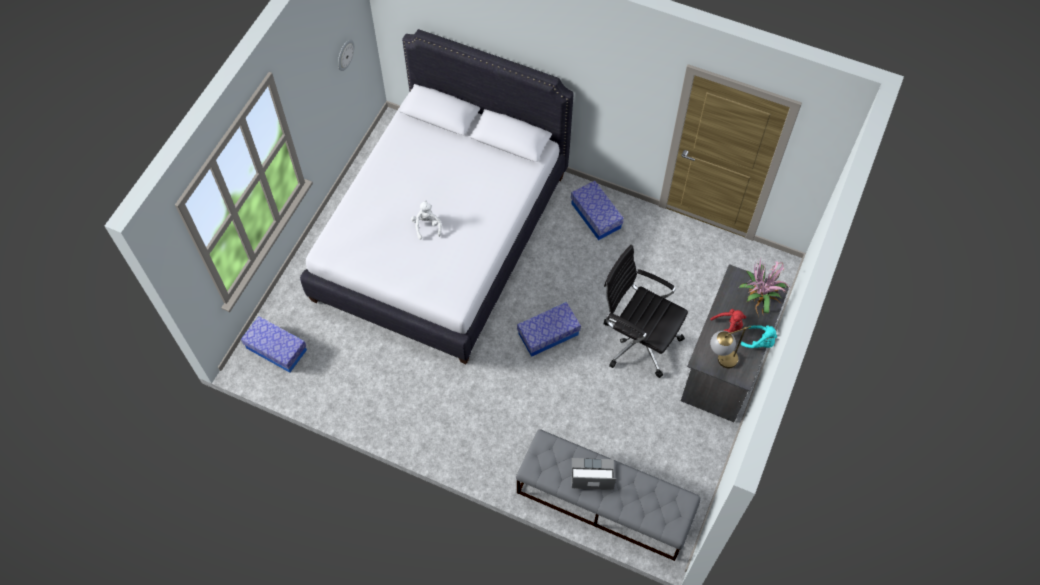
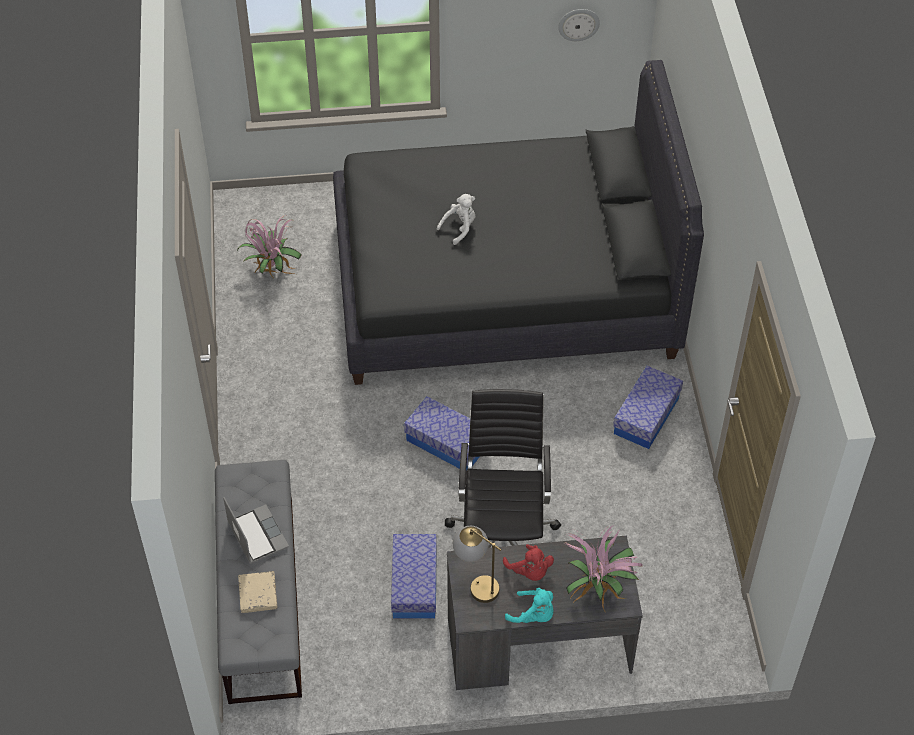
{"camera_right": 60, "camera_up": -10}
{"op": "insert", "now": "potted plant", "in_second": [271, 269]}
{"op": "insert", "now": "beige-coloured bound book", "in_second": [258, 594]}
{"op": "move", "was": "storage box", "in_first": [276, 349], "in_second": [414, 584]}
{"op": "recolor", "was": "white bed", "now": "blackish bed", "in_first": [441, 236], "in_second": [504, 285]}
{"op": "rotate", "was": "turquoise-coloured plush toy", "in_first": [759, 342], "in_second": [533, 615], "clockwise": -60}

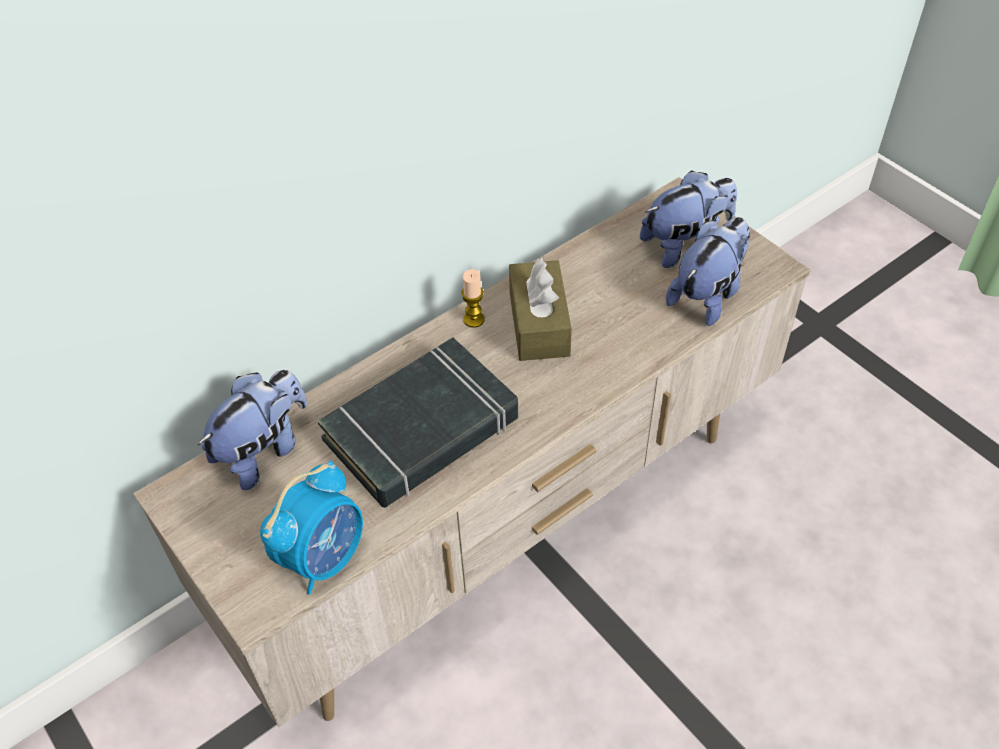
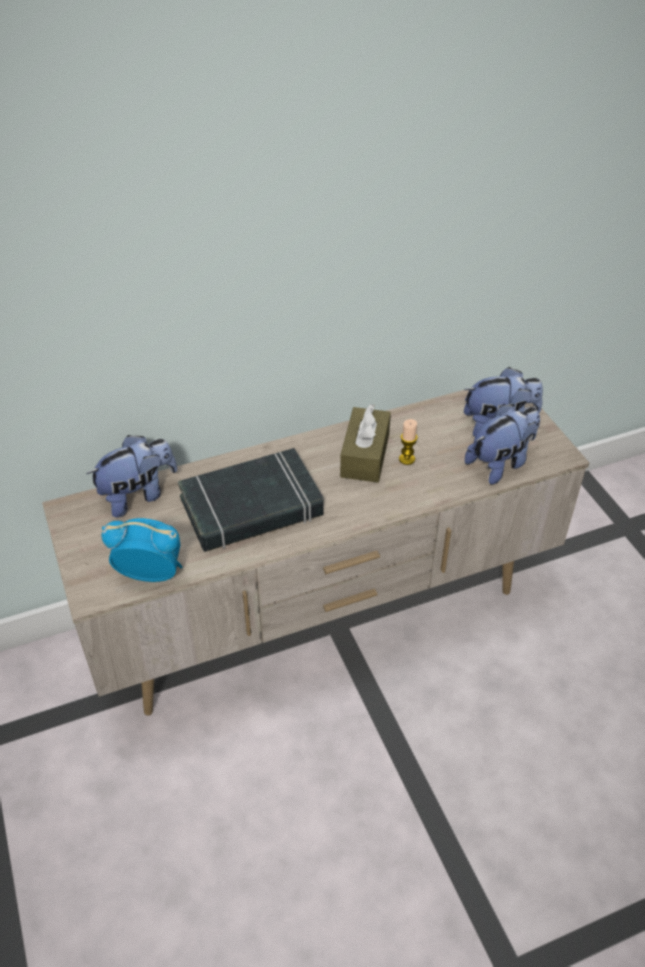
{"camera_right": 15, "camera_up": -5}
{"op": "move", "was": "candle", "in_first": [474, 319], "in_second": [407, 459]}
{"op": "rotate", "was": "bedside clock", "in_first": [324, 557], "in_second": [150, 573], "clockwise": -135}

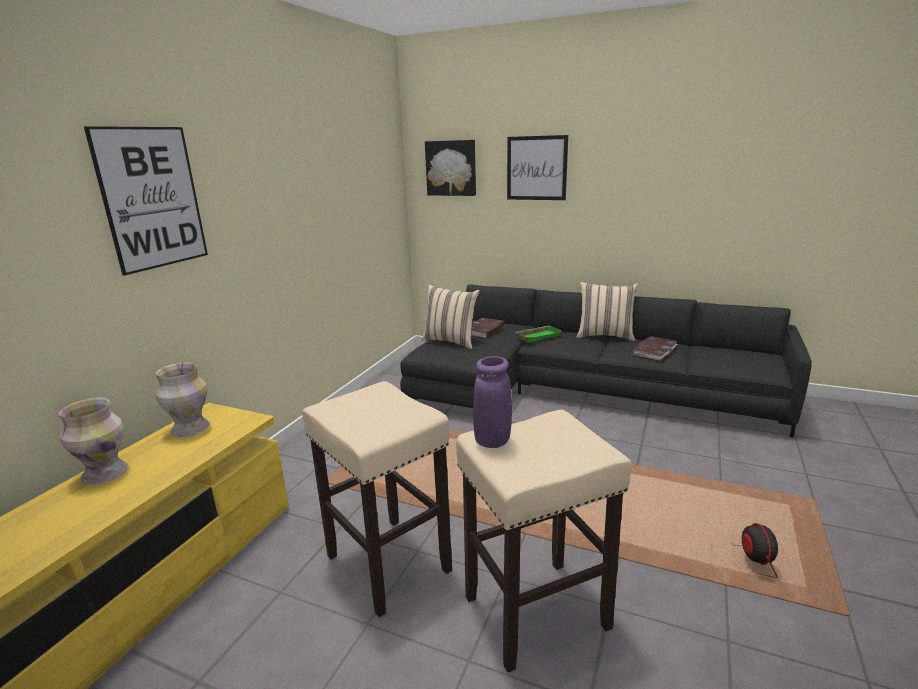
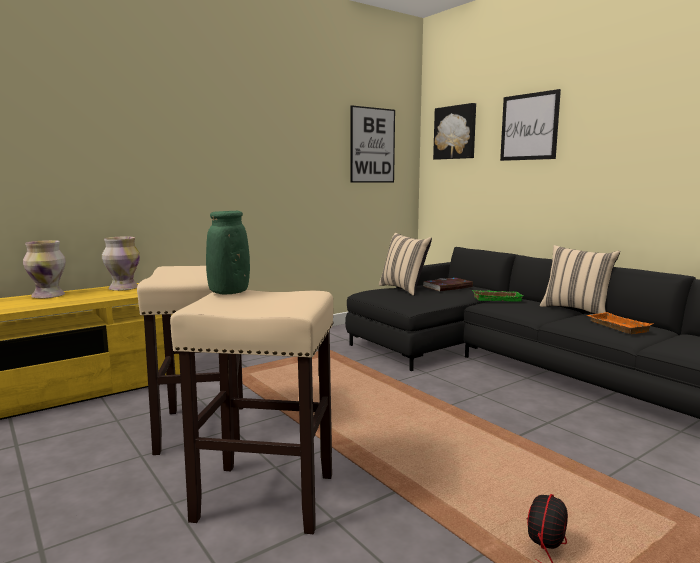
{"camera_right": 30, "camera_up": -10}
{"op": "move", "was": "wall picture", "in_first": [152, 198], "in_second": [372, 145]}
{"op": "replace", "was": "bound book", "now": "orange carrying tray", "in_first": [654, 350], "in_second": [616, 326]}
{"op": "recolor", "was": "purplish flower vase", "now": "greenish flower vase", "in_first": [492, 440], "in_second": [229, 292]}

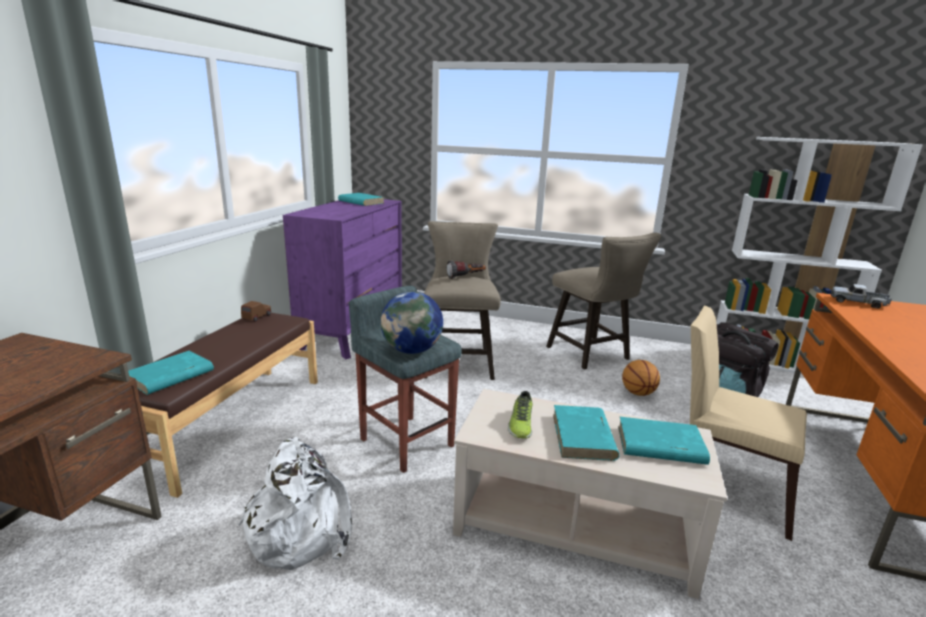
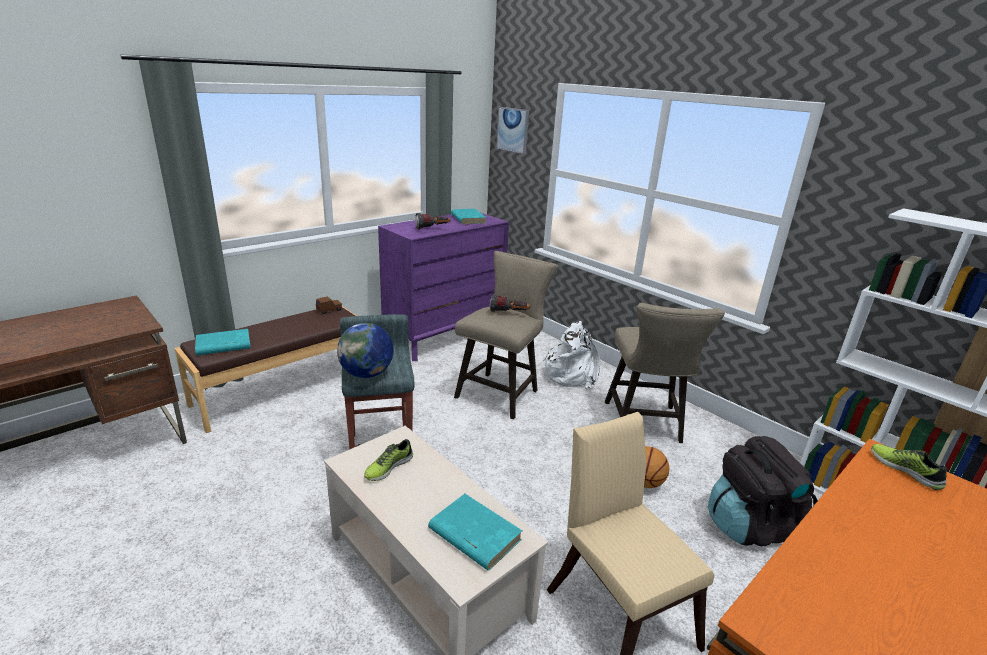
{"camera_right": 30, "camera_up": 5}
{"op": "delete", "was": "turquoise-coloured bound book", "in_first": [583, 436]}
{"op": "insert", "now": "torch", "in_second": [432, 228]}
{"op": "insert", "now": "wall picture", "in_second": [513, 130]}
{"op": "move", "was": "white knapsack", "in_first": [301, 530], "in_second": [572, 374]}
{"op": "replace", "was": "toy lorry", "now": "shoe", "in_first": [858, 303], "in_second": [905, 470]}

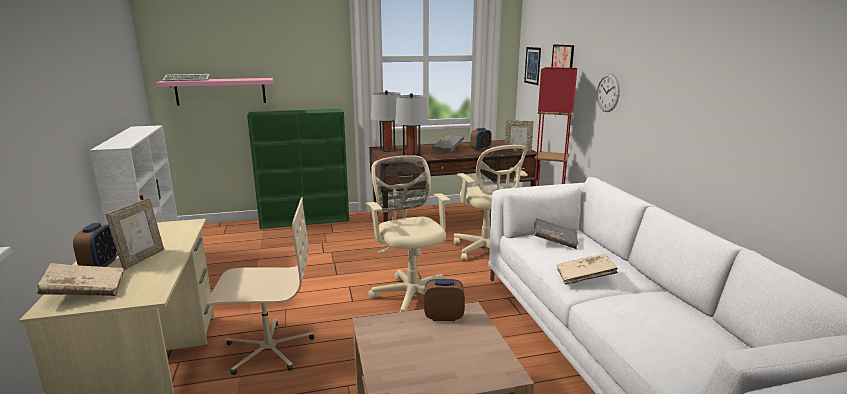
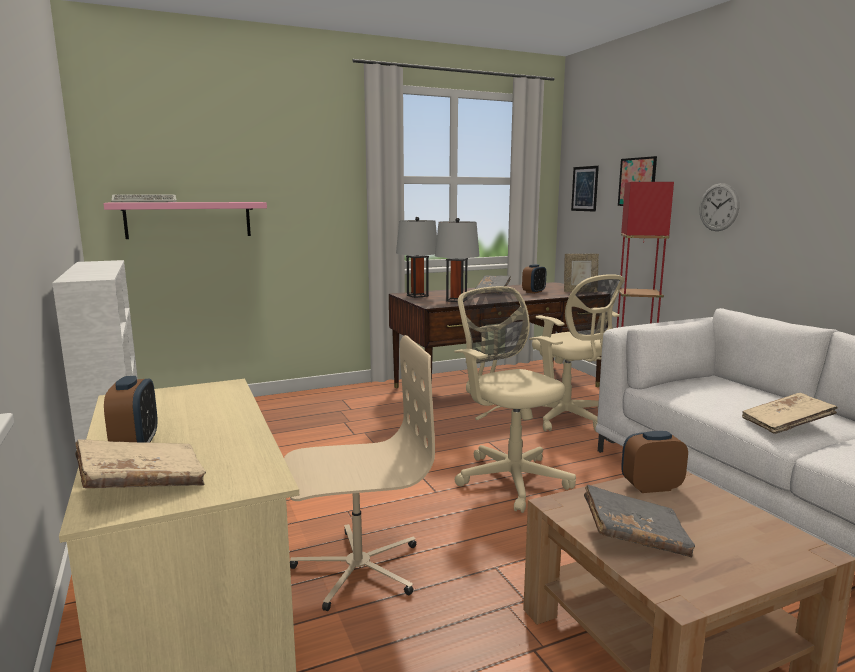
{"camera_right": -10, "camera_up": -5}
{"op": "delete", "was": "picture frame", "in_first": [141, 259]}
{"op": "delete", "was": "greenish bookcase", "in_first": [306, 220]}
{"op": "move", "was": "greyish bound book", "in_first": [554, 241], "in_second": [635, 536]}

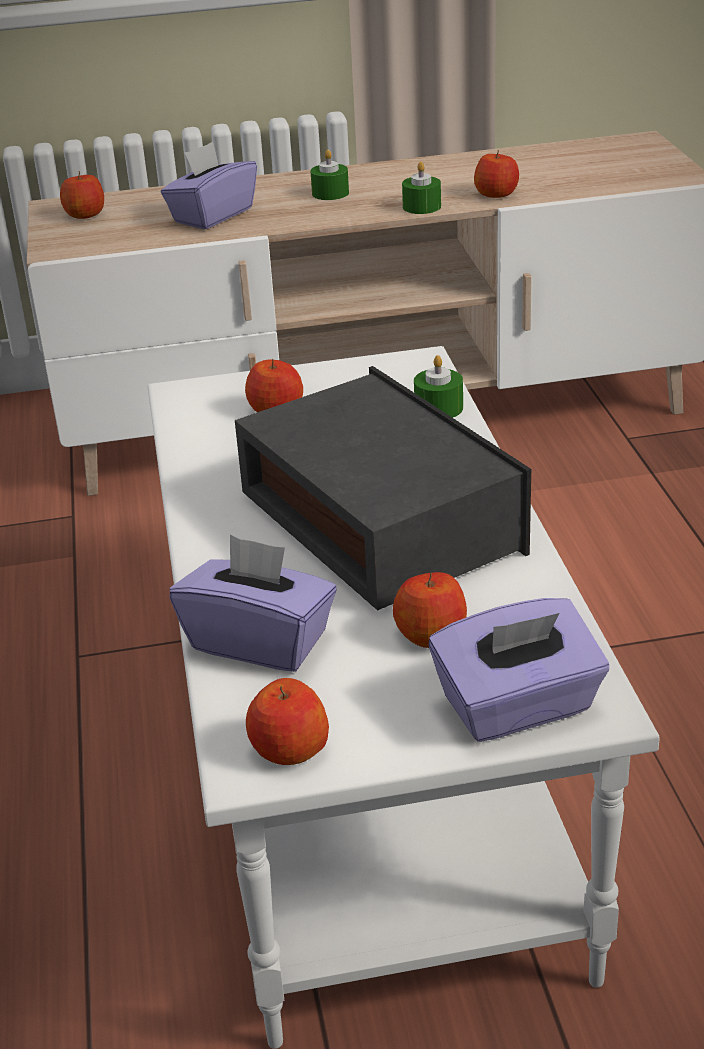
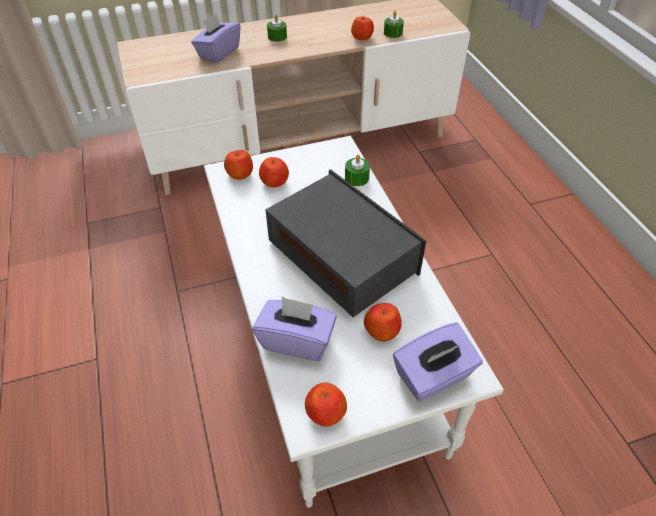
{"camera_right": -10, "camera_up": 15}
{"op": "move", "was": "apple", "in_first": [85, 215], "in_second": [240, 174]}
{"op": "move", "was": "greenish candle", "in_first": [422, 207], "in_second": [393, 33]}

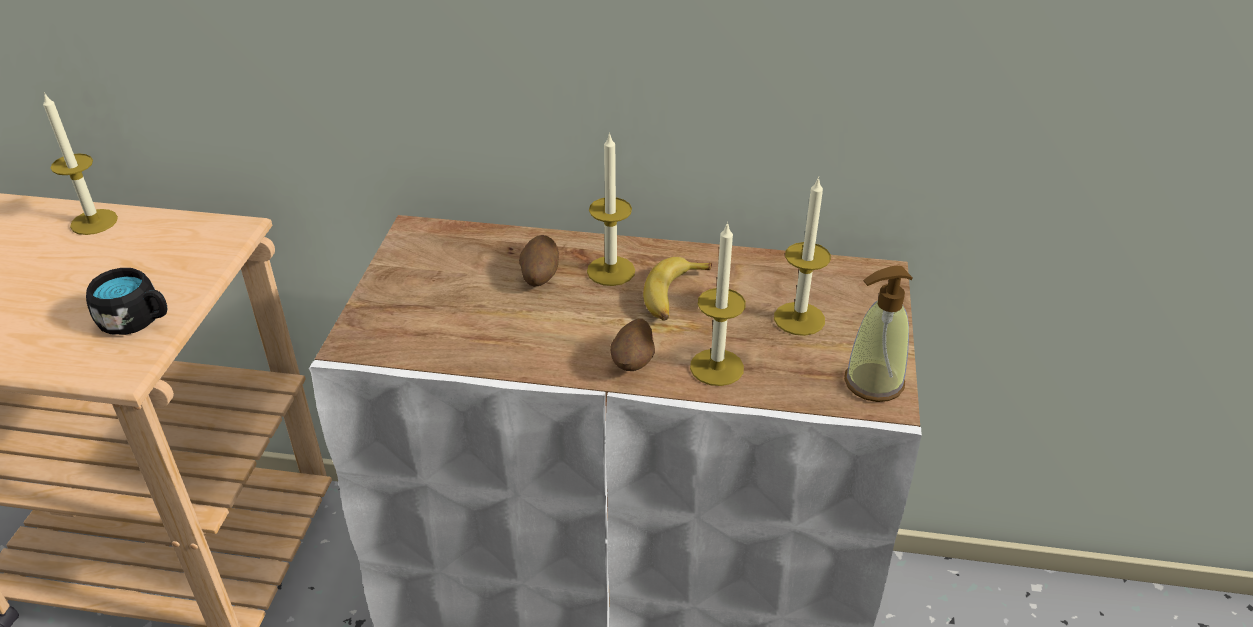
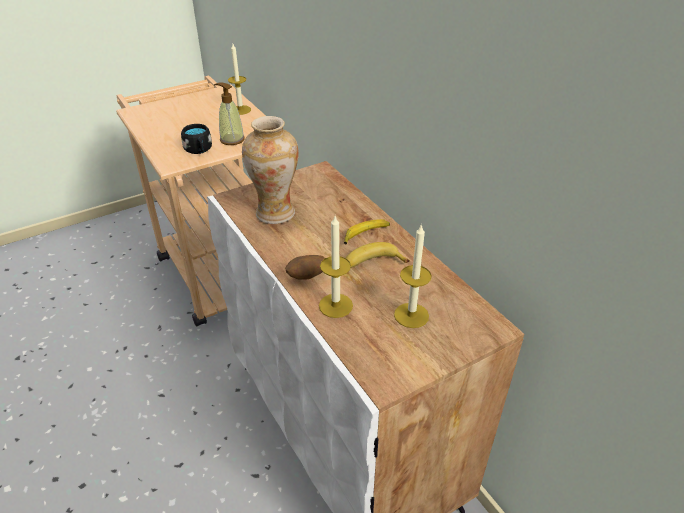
{"camera_right": 50, "camera_up": 0}
{"op": "delete", "was": "spud", "in_first": [539, 276]}
{"op": "insert", "now": "flower vase", "in_second": [275, 213]}
{"op": "move", "was": "liquid soap bottle", "in_first": [873, 382], "in_second": [232, 140]}
{"op": "replace", "was": "candle", "now": "banana fruit", "in_first": [611, 271], "in_second": [365, 234]}

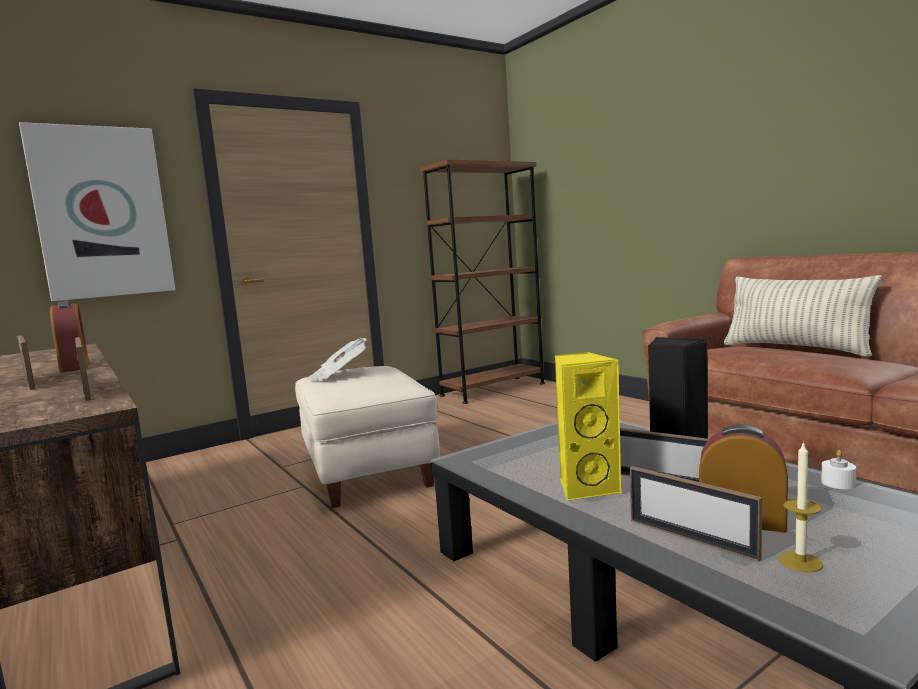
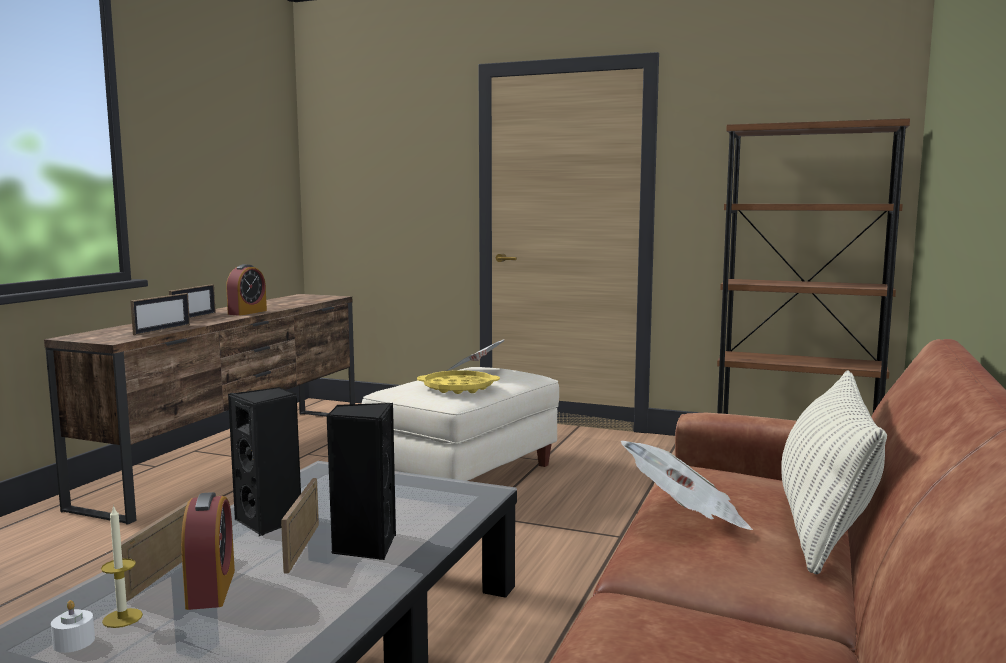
{"camera_right": 55, "camera_up": 0}
{"op": "delete", "was": "wall picture", "in_first": [102, 213]}
{"op": "insert", "now": "yellow-coloured carrying tray", "in_second": [458, 388]}
{"op": "insert", "now": "newspaper", "in_second": [685, 517]}
{"op": "move", "was": "white candle", "in_first": [838, 483], "in_second": [74, 642]}
{"op": "recolor", "was": "yellow-coloured loudspeaker", "now": "blackish loudspeaker", "in_first": [586, 487], "in_second": [270, 521]}

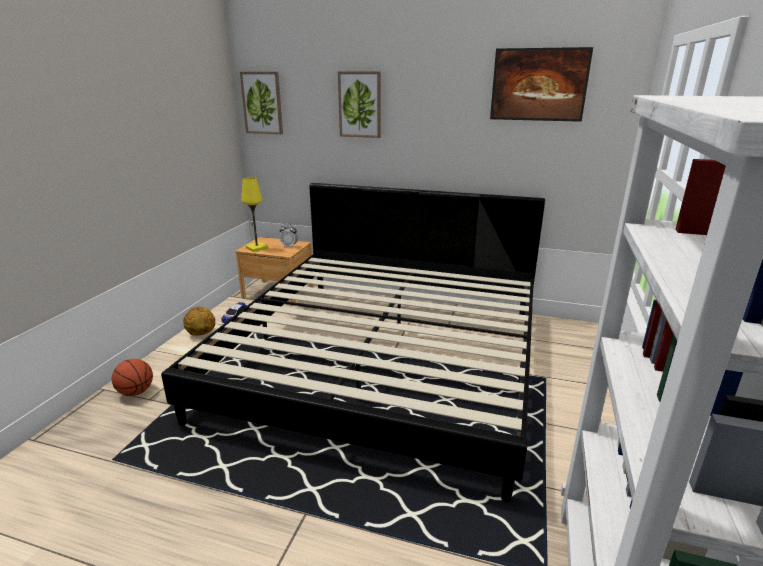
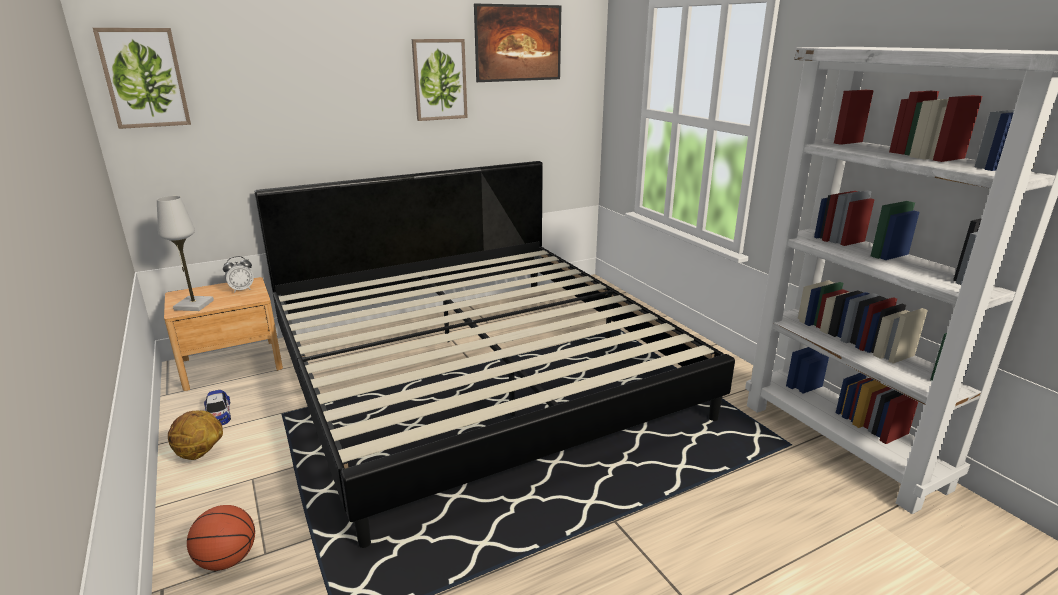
{"camera_right": -45, "camera_up": 0}
{"op": "move", "was": "wall picture", "in_first": [360, 104], "in_second": [439, 80]}
{"op": "recolor", "was": "yellow-coloured tabletop lamp", "now": "white tabletop lamp", "in_first": [257, 248], "in_second": [194, 305]}

